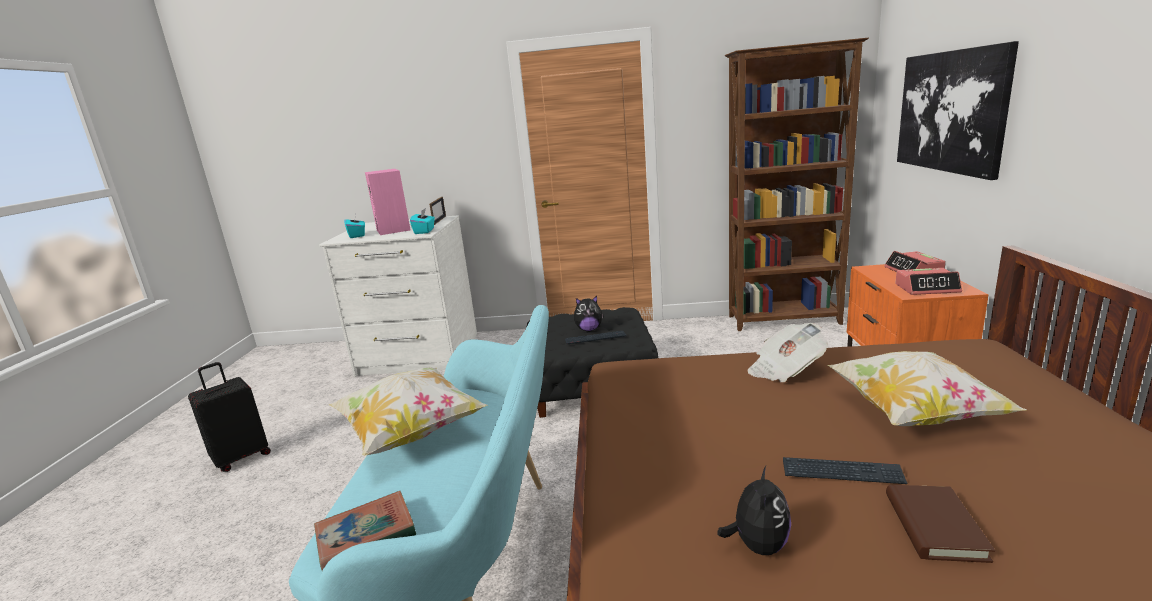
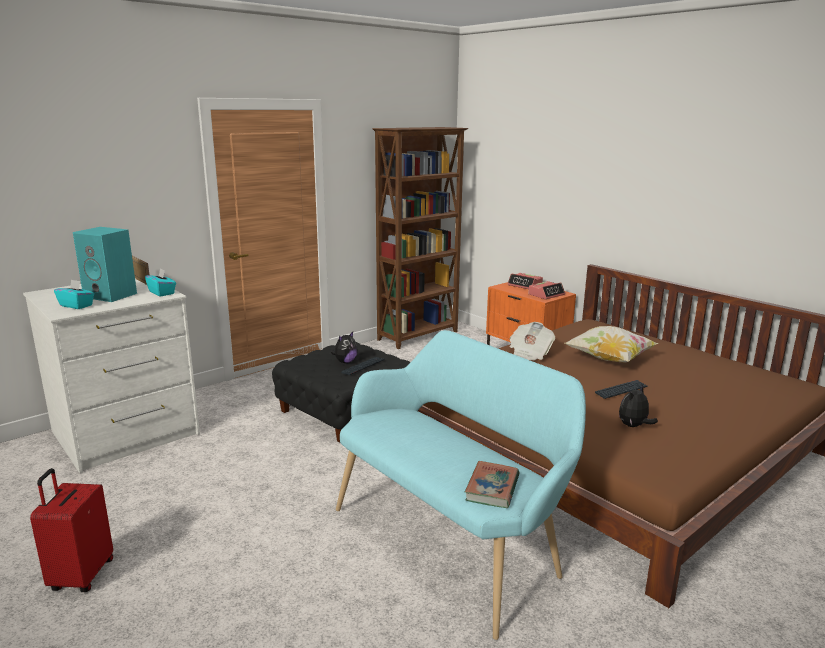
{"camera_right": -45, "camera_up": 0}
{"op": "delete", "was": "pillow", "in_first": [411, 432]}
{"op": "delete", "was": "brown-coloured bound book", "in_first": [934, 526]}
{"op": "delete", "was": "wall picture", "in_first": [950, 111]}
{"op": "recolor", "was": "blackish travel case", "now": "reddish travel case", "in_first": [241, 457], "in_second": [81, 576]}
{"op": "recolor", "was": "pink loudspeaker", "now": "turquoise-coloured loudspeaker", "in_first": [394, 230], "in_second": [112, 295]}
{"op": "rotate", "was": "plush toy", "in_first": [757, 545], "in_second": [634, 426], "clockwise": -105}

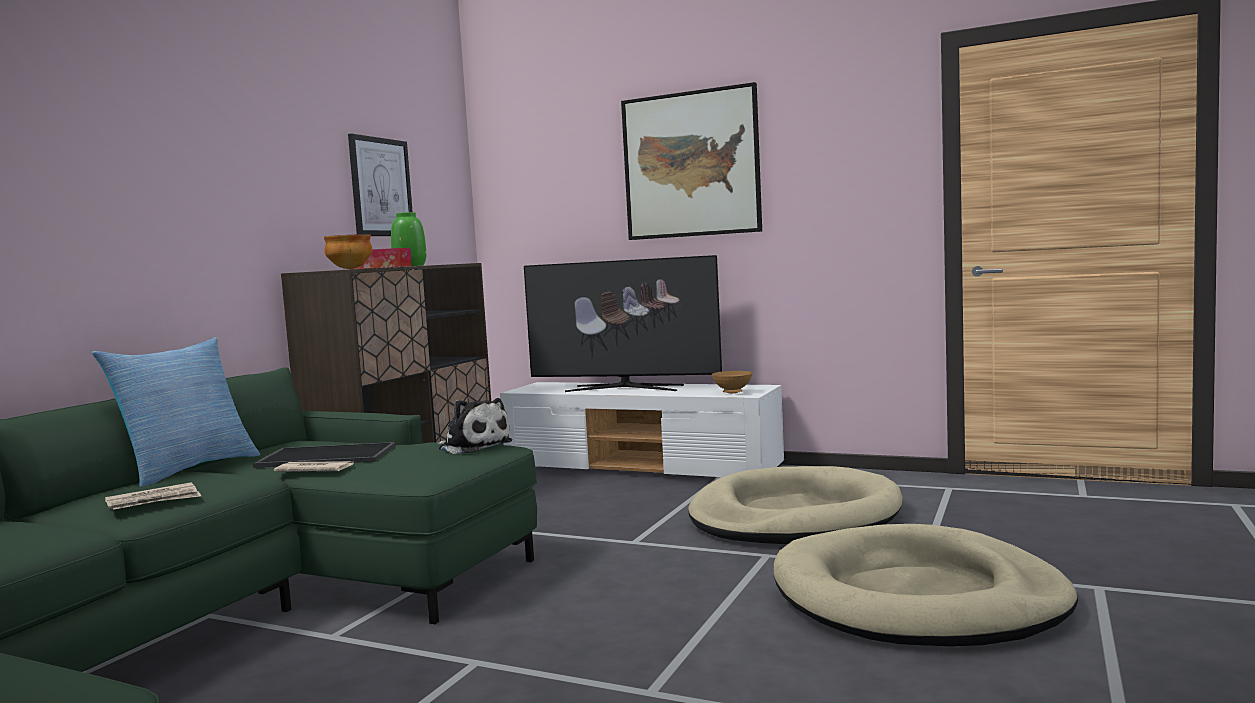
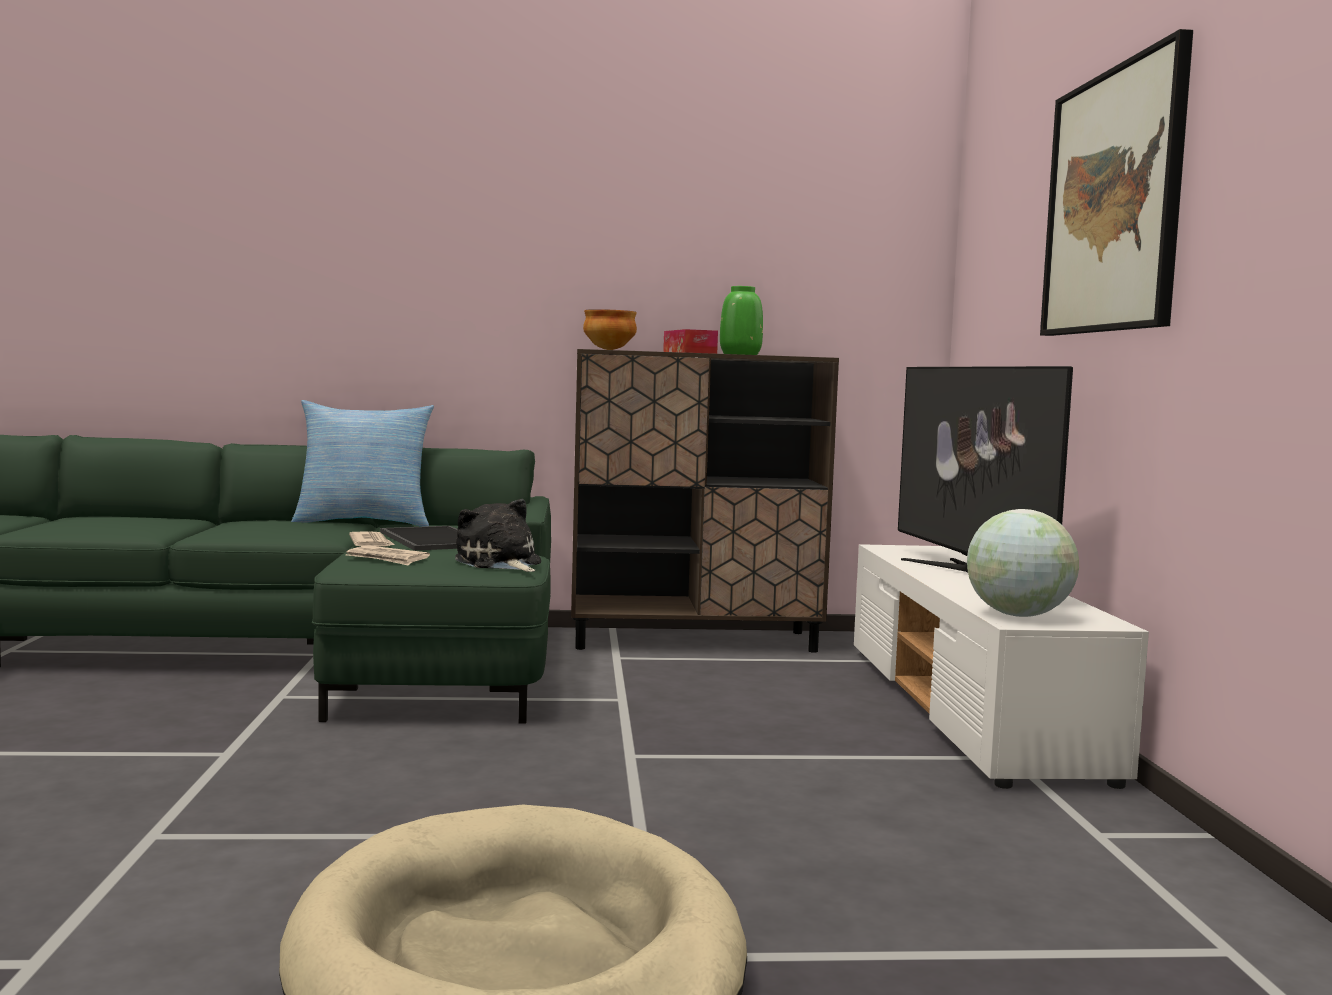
{"camera_right": 60, "camera_up": 0}
{"op": "delete", "was": "wall picture", "in_first": [381, 187]}
{"op": "delete", "was": "beige-coloured dog bed", "in_first": [794, 516]}
{"op": "move", "was": "newspaper", "in_first": [154, 501], "in_second": [387, 559]}
{"op": "replace", "was": "brown-coloured serving bowl", "now": "globe", "in_first": [733, 392], "in_second": [1018, 615]}
{"op": "rotate", "was": "plush toy", "in_first": [473, 446], "in_second": [500, 563], "clockwise": 135}

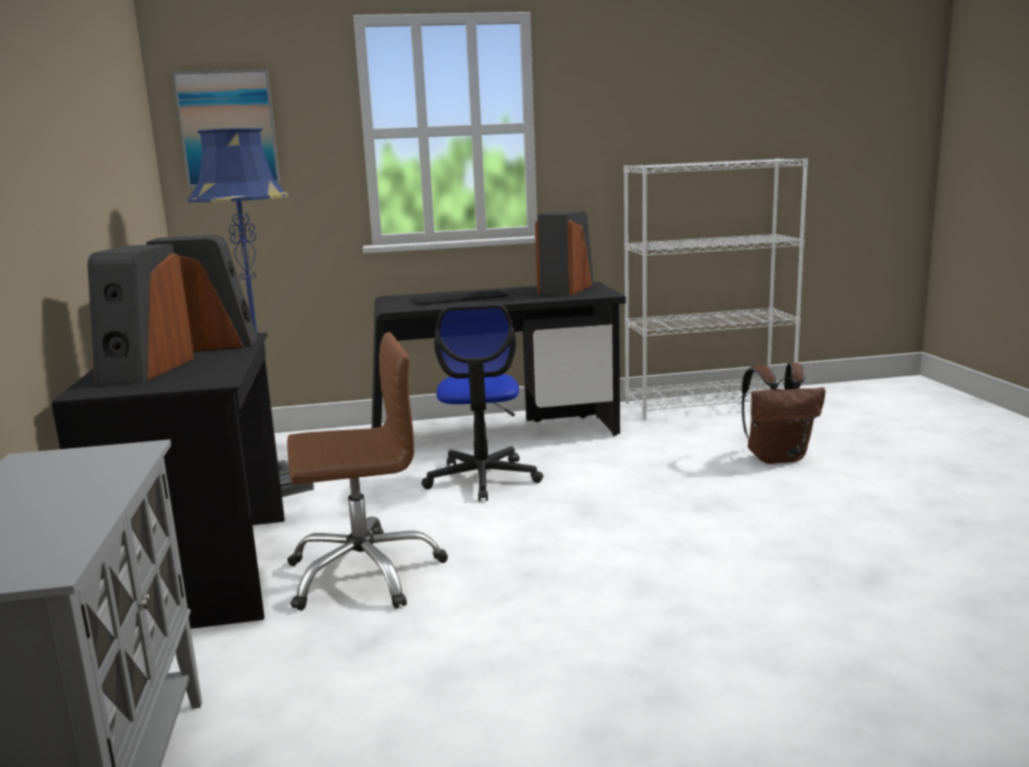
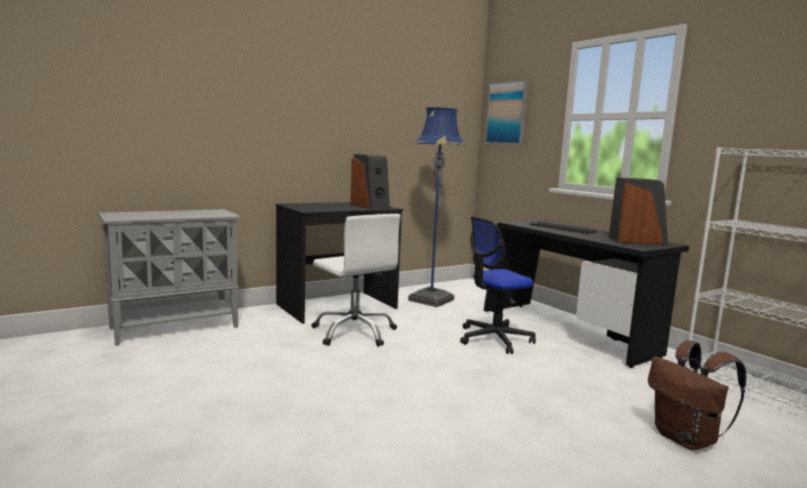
{"camera_right": 65, "camera_up": -5}
{"op": "delete", "was": "loudspeaker", "in_first": [145, 370]}
{"op": "recolor", "was": "brown-coloured desk chair", "now": "white desk chair", "in_first": [364, 573], "in_second": [354, 332]}

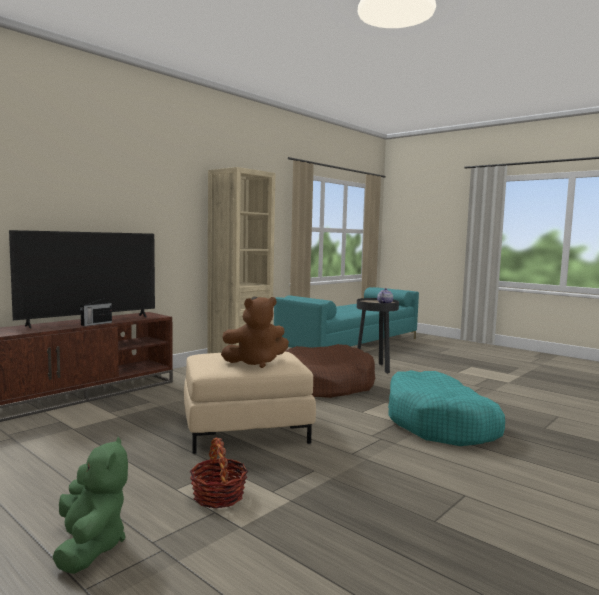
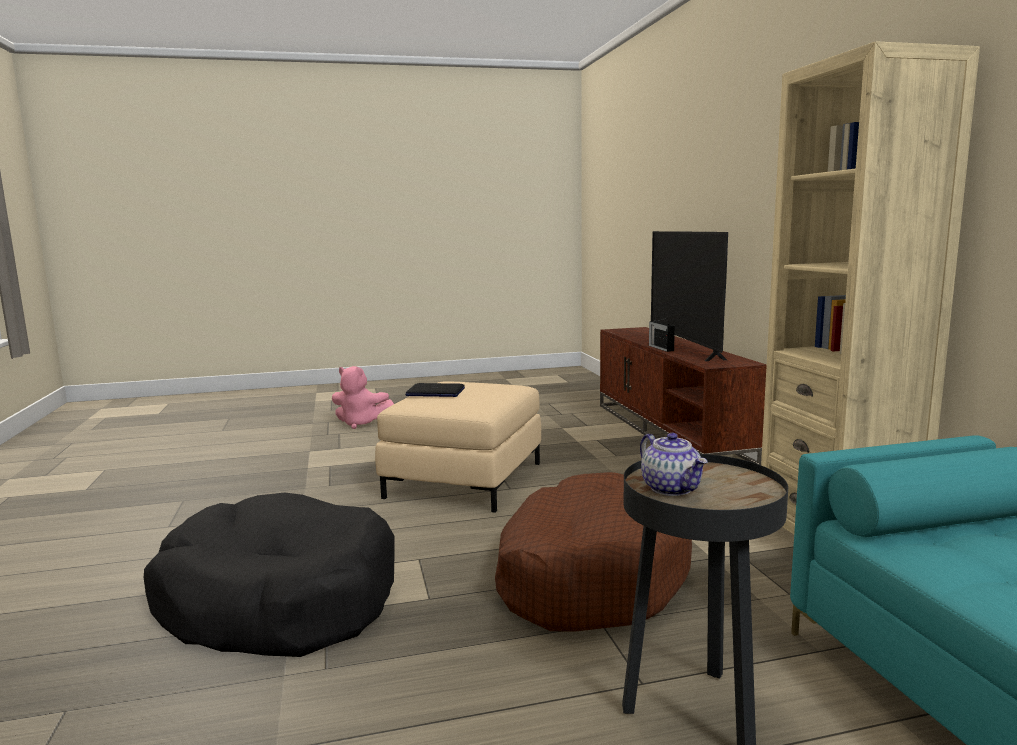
{"camera_right": 125, "camera_up": 5}
{"op": "delete", "was": "household basket", "in_first": [218, 496]}
{"op": "replace", "was": "brown-coloured plush toy", "now": "laptop", "in_first": [255, 363], "in_second": [435, 392]}
{"op": "recolor", "was": "greenish plush toy", "now": "pink plush toy", "in_first": [90, 547], "in_second": [361, 424]}
{"op": "recolor", "was": "turquoise-coloured dog bed", "now": "blackish dog bed", "in_first": [440, 424], "in_second": [278, 601]}

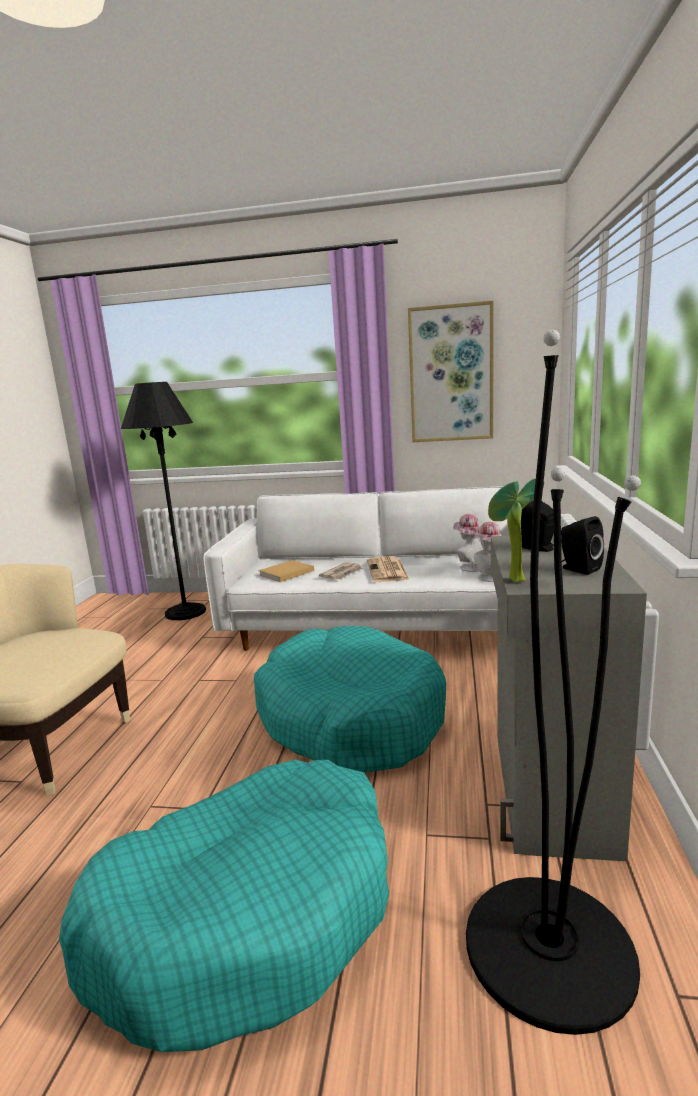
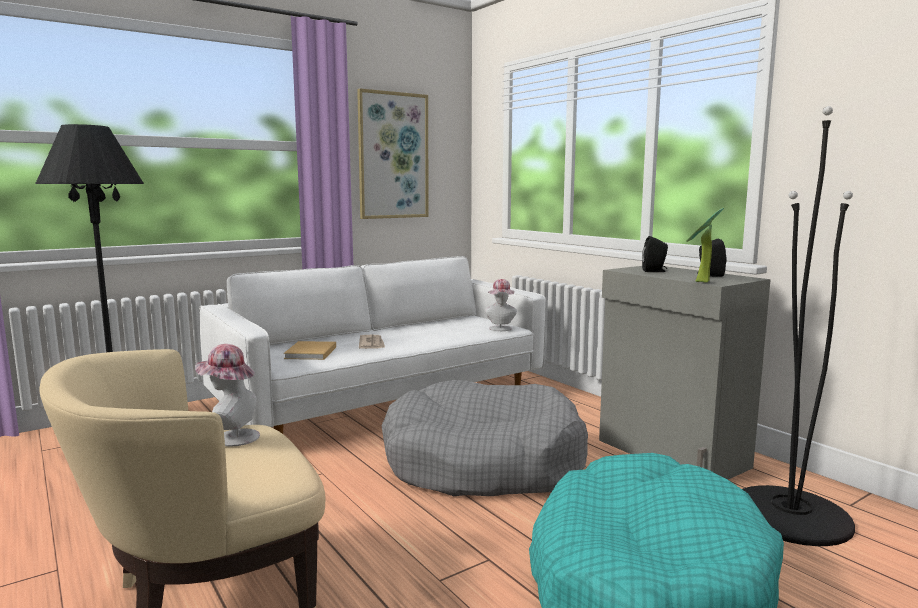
{"camera_right": -45, "camera_up": -5}
{"op": "delete", "was": "newspaper", "in_first": [387, 571]}
{"op": "move", "was": "clothing hat", "in_first": [469, 567], "in_second": [231, 437]}
{"op": "recolor", "was": "turquoise-coloured dog bed", "now": "greyish dog bed", "in_first": [350, 718], "in_second": [483, 462]}

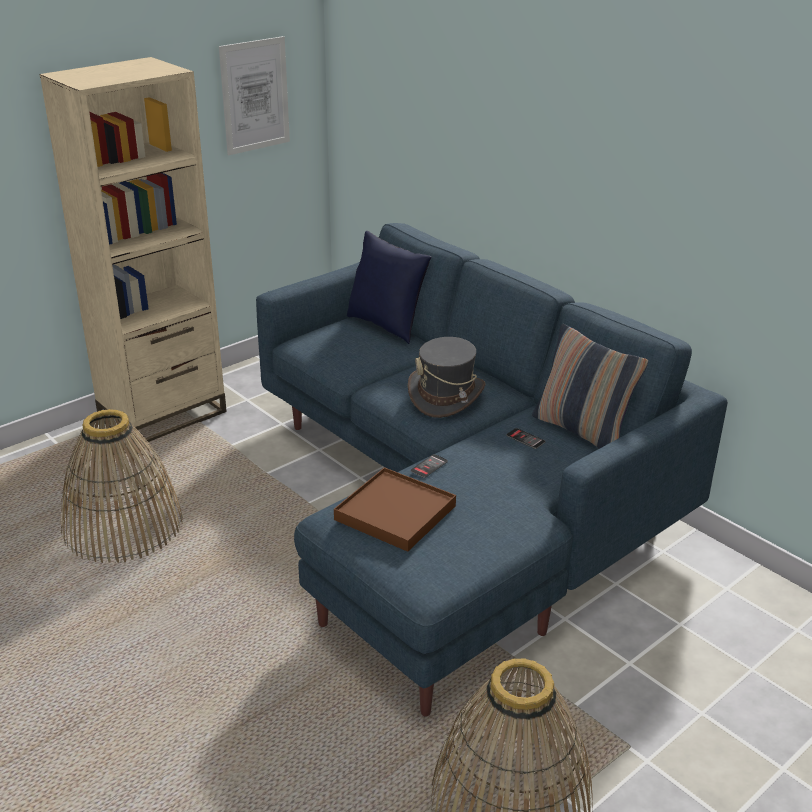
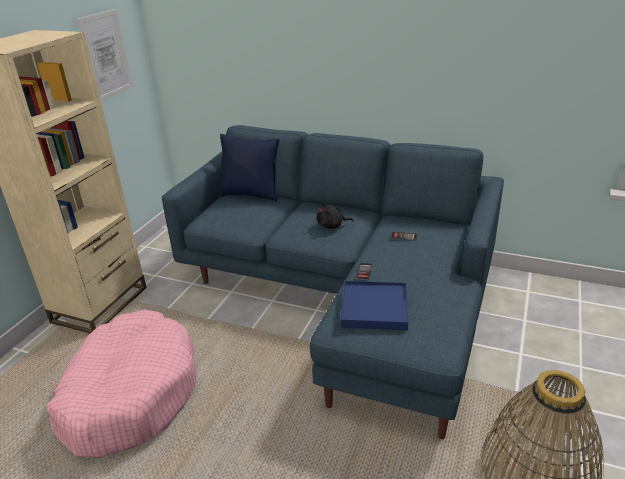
{"camera_right": -25, "camera_up": 0}
{"op": "delete", "was": "pillow", "in_first": [582, 431]}
{"op": "replace", "was": "household basket", "now": "pink dog bed", "in_first": [123, 526], "in_second": [130, 394]}
{"op": "replace", "was": "greyish clothing hat", "now": "blackish plush toy", "in_first": [446, 396], "in_second": [332, 226]}
{"op": "recolor", "was": "brown-coloured carrying tray", "now": "blue-coloured carrying tray", "in_first": [395, 513], "in_second": [374, 308]}

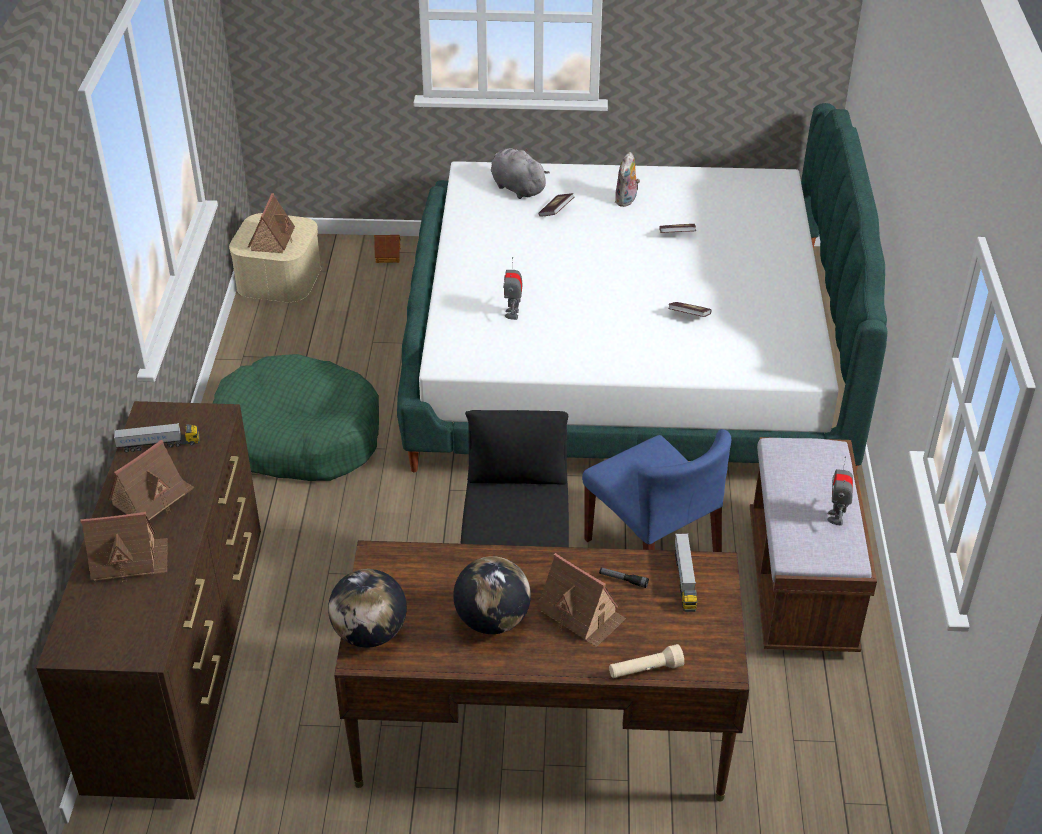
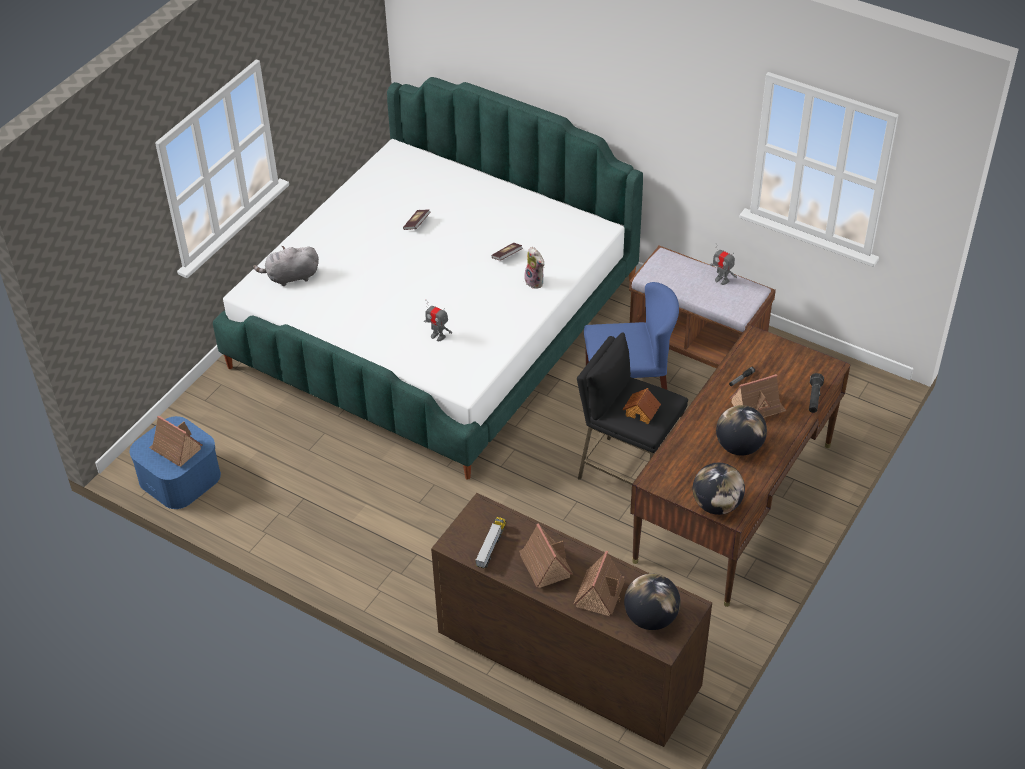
{"camera_right": -60, "camera_up": 5}
{"op": "delete", "was": "greenish dog bed", "in_first": [298, 436]}
{"op": "delete", "was": "bound book", "in_first": [556, 211]}
{"op": "delete", "was": "toy lorry", "in_first": [684, 580]}
{"op": "insert", "now": "globe", "in_second": [651, 618]}
{"op": "move", "was": "miniature house", "in_first": [388, 255], "in_second": [641, 412]}
{"op": "move", "was": "plush toy", "in_first": [626, 201], "in_second": [535, 281]}
{"op": "recolor", "was": "beige-coloured storage box", "now": "blue-coloured storage box", "in_first": [279, 278], "in_second": [180, 477]}
{"op": "recolor", "was": "beige-coloured torch", "now": "blackish torch", "in_first": [645, 670], "in_second": [814, 398]}

